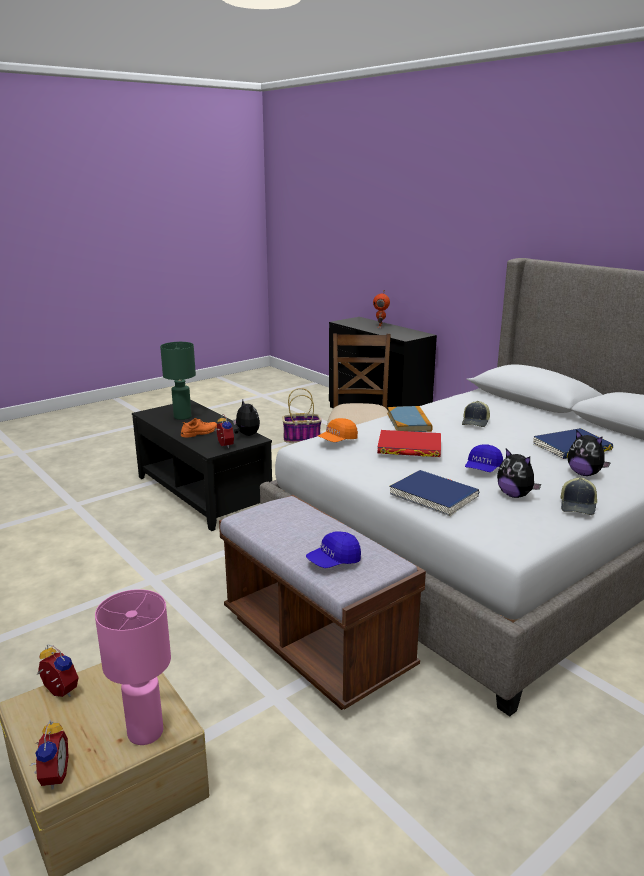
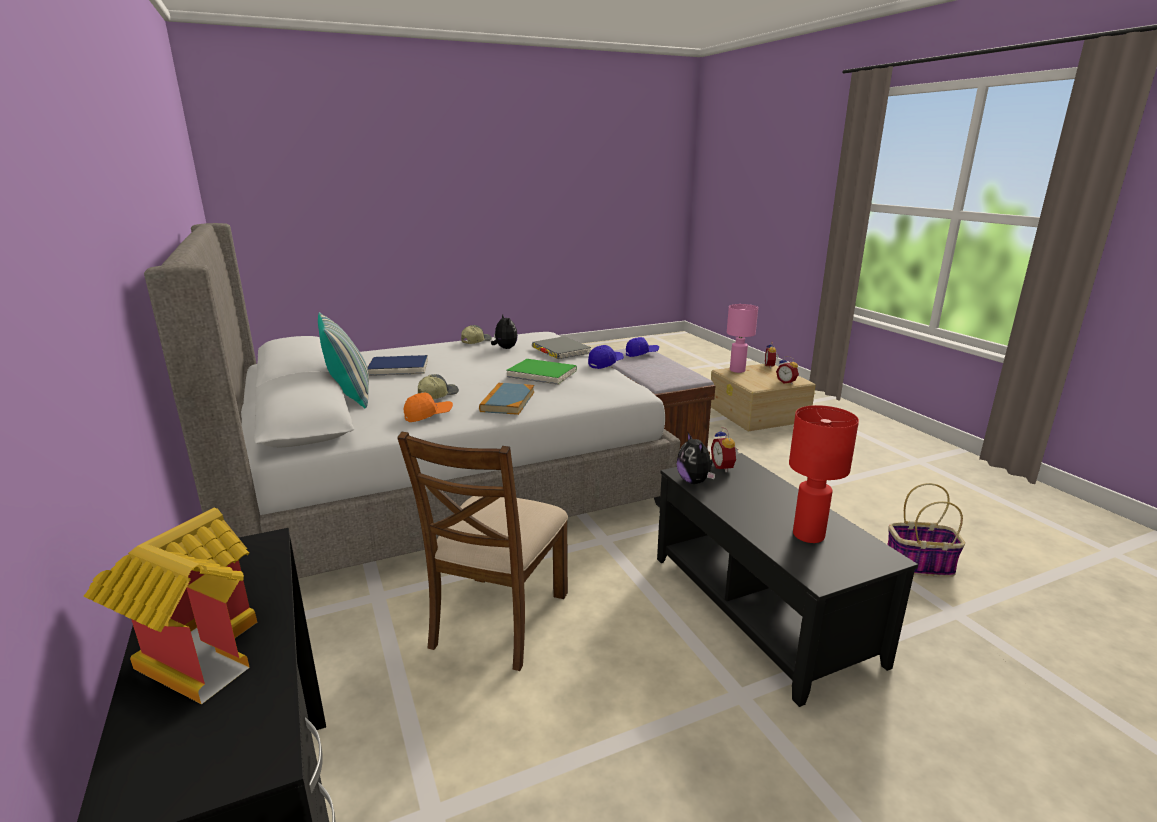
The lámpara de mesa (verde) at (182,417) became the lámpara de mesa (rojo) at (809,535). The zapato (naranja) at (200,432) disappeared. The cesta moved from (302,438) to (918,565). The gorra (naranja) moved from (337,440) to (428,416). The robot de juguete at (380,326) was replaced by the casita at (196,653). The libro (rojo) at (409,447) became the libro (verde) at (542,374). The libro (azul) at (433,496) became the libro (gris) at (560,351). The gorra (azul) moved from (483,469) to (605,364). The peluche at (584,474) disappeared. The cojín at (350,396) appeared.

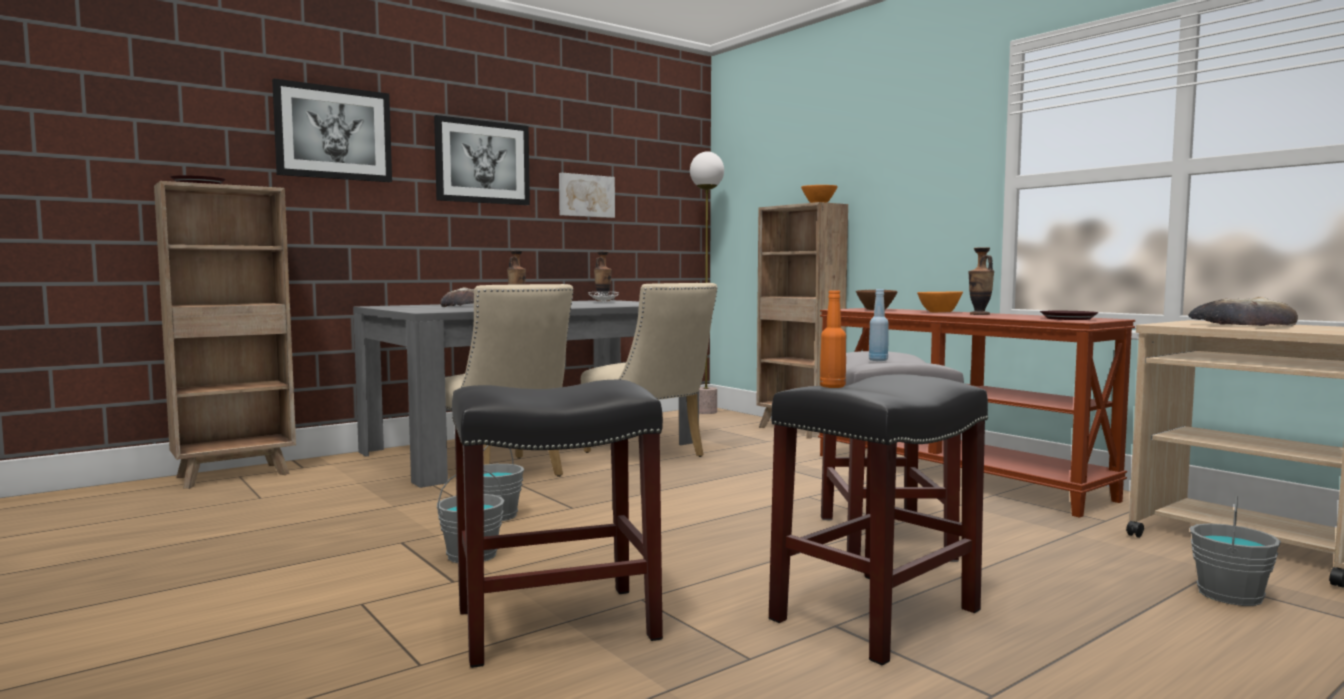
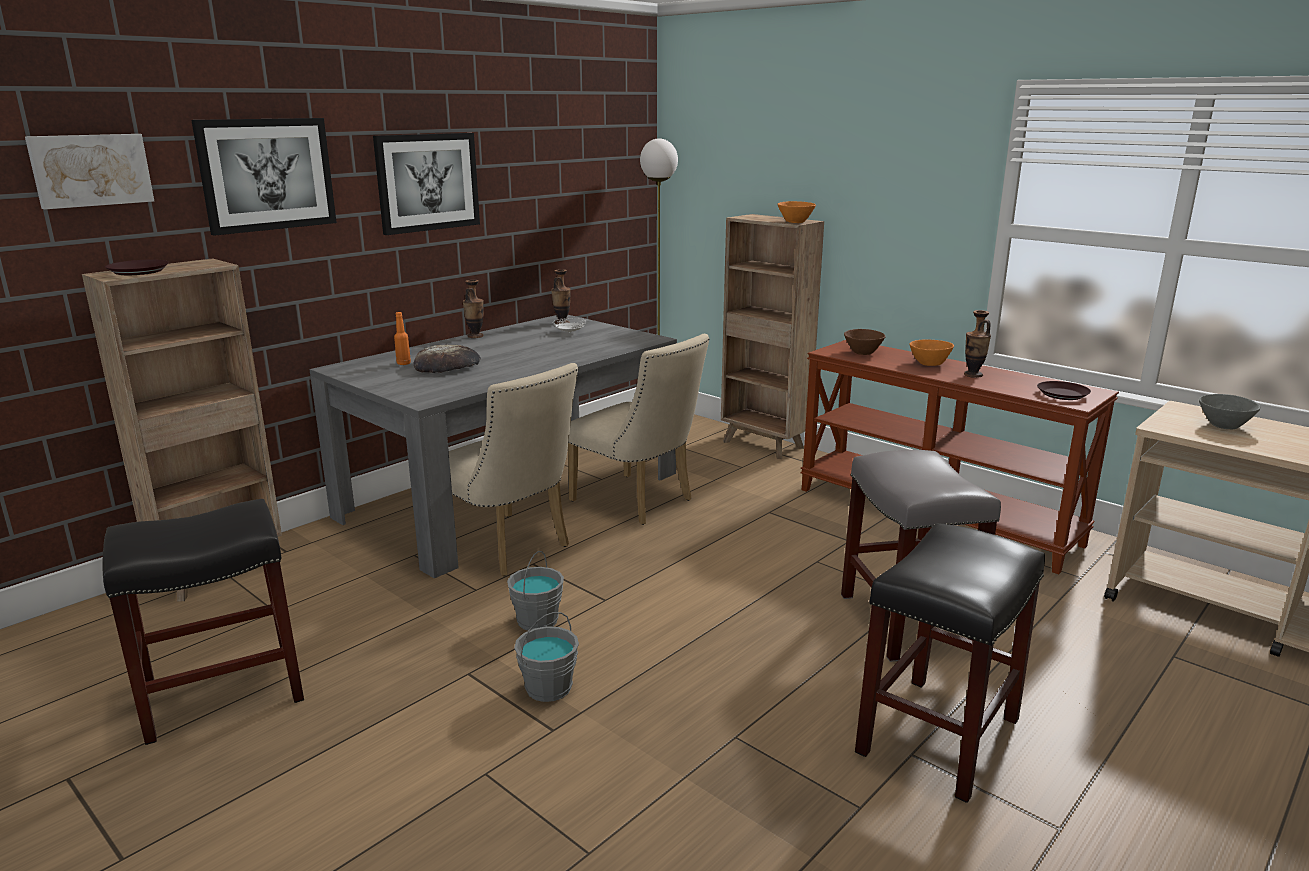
The taburete (negro) moved from (558,623) to (224,691). The cuadro moved from (585,196) to (91,170). The botella (naranja) moved from (832,386) to (404,363). The botella (azul) at (878,360) disappeared. The pan at (1241,325) was replaced by the cuenco (gris) at (1222,425). The cubo (gris) at (1230,595) disappeared.

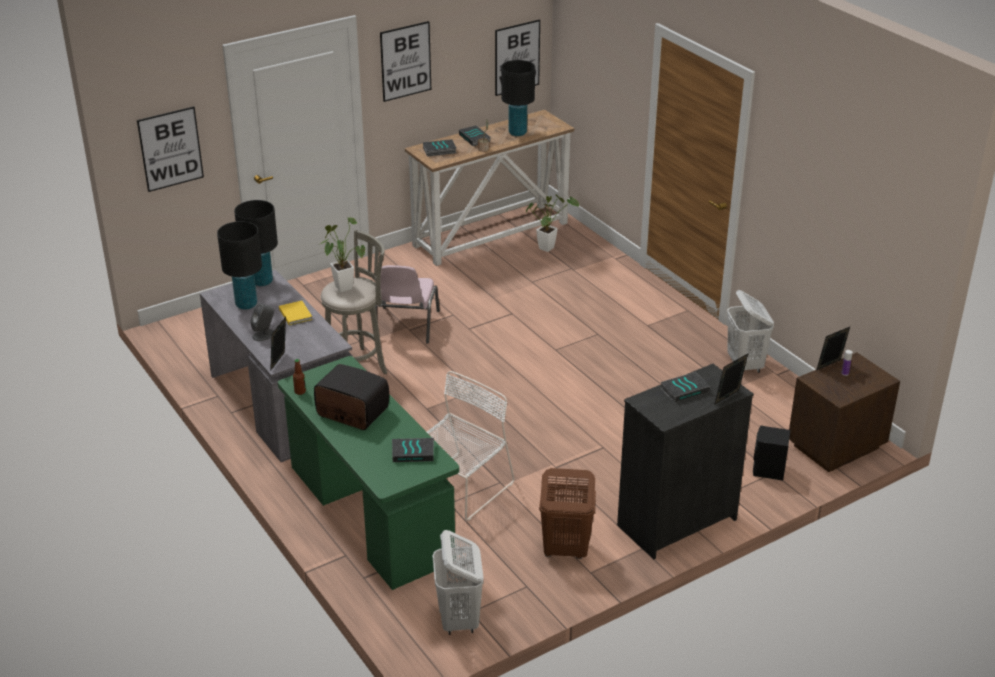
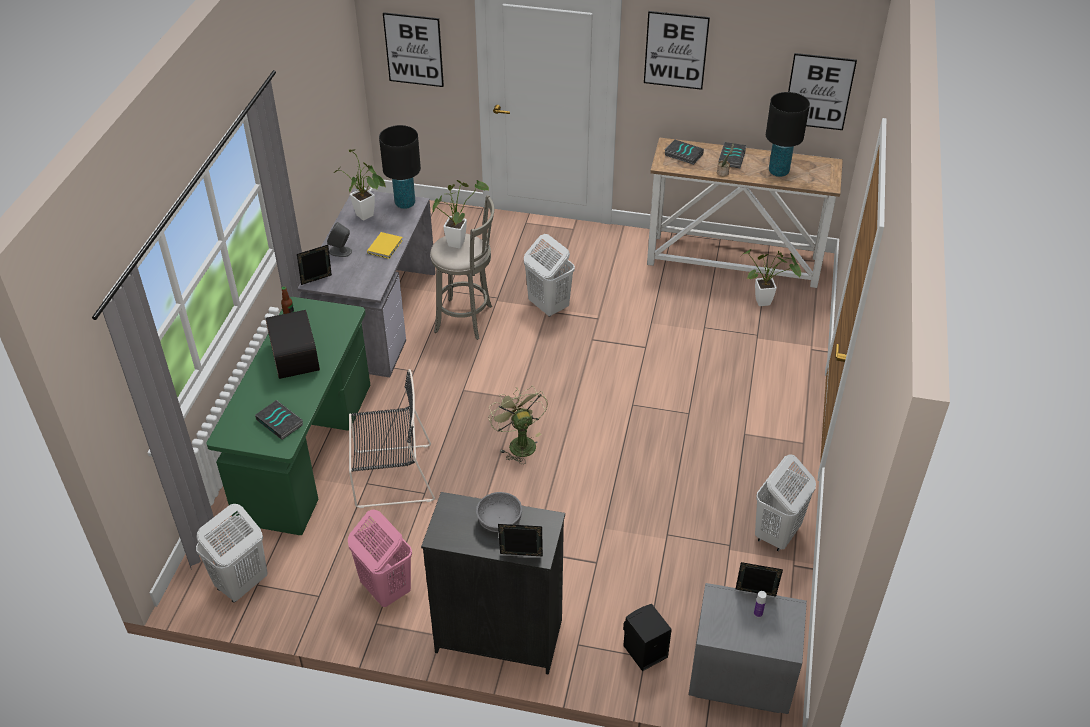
The lámpara de mesa (negro) at (246,304) was replaced by the planta en maceta at (367,217). The silla (rosa) at (405,326) was replaced by the cesto de la ropa (blanco) at (548,306). The silla (blanco) at (459,488) became the silla (negro) at (390,476). The cesto de la ropa (marrón) at (565,550) became the cesto de la ropa (rosa) at (385,589). The libro at (684,389) was replaced by the cuenco (gris) at (500,520). The mesita de noche (marrón) at (834,447) became the mesita de noche (gris) at (738,677). The ventilador (verde) at (519,443) appeared.

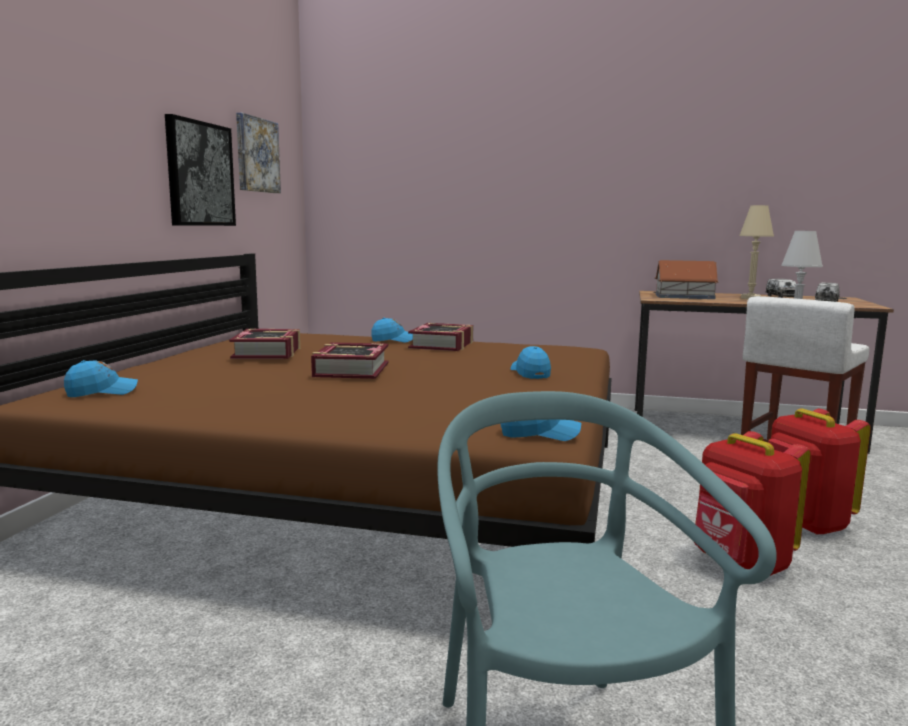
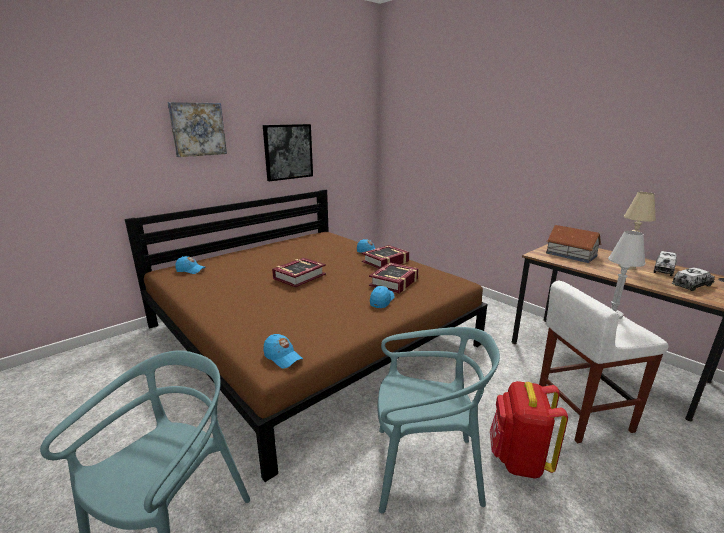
The libro moved from (268,352) to (394,282). The cuadro moved from (256,155) to (198,129). The mochila (rojo) at (740,564) was replaced by the silla (turquesa) at (425,468).

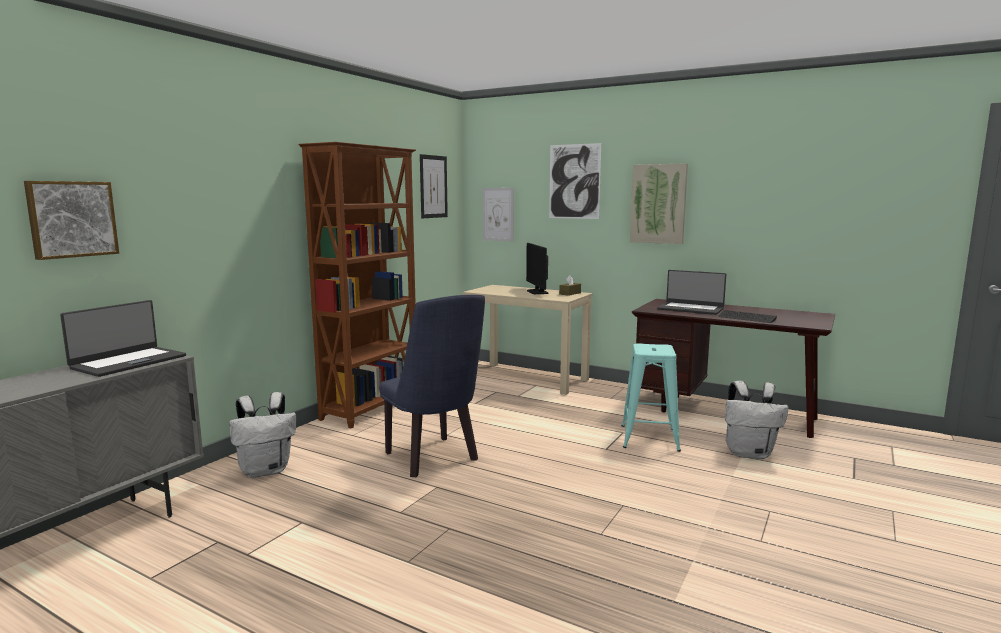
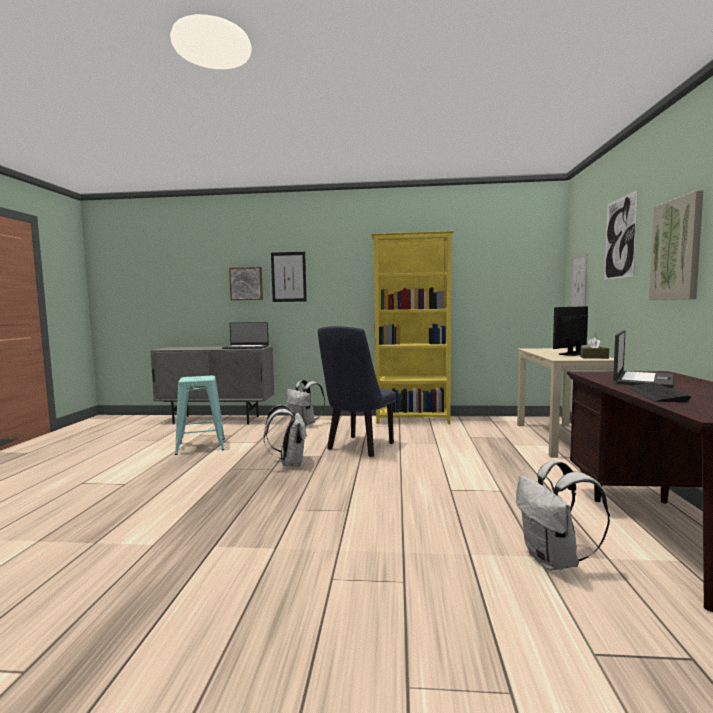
The estantería (marrón) at (372,408) became the estantería (amarillo) at (413,420). The cuadro moved from (433,186) to (288,277). The taburete (turquesa) moved from (649,438) to (201,446). The portátil at (690,309) turned 150 degrees counterclockwise. The mochila (blanco) at (289,463) appeared.

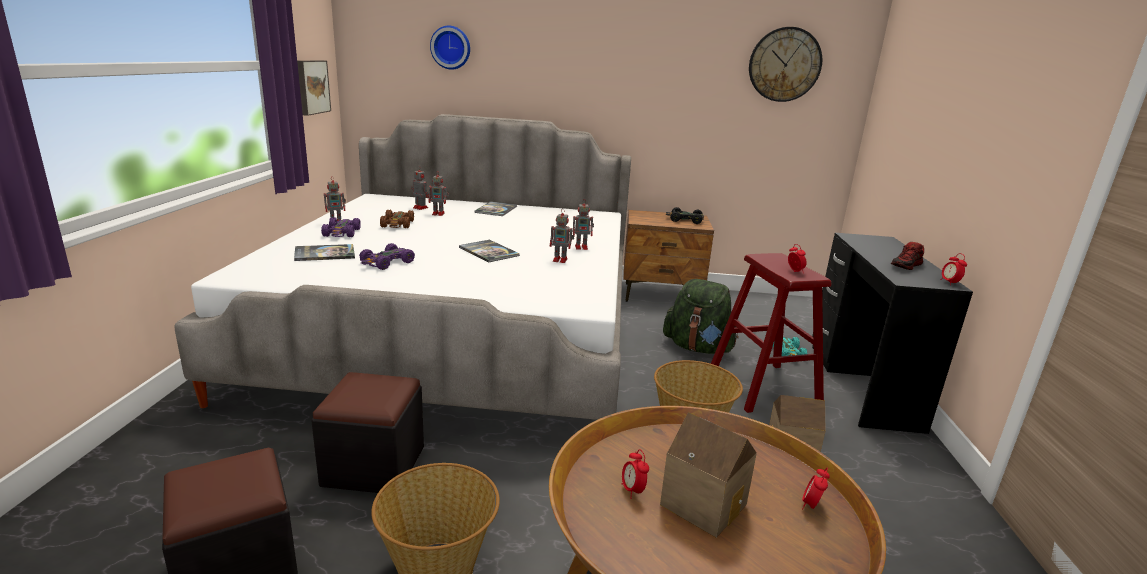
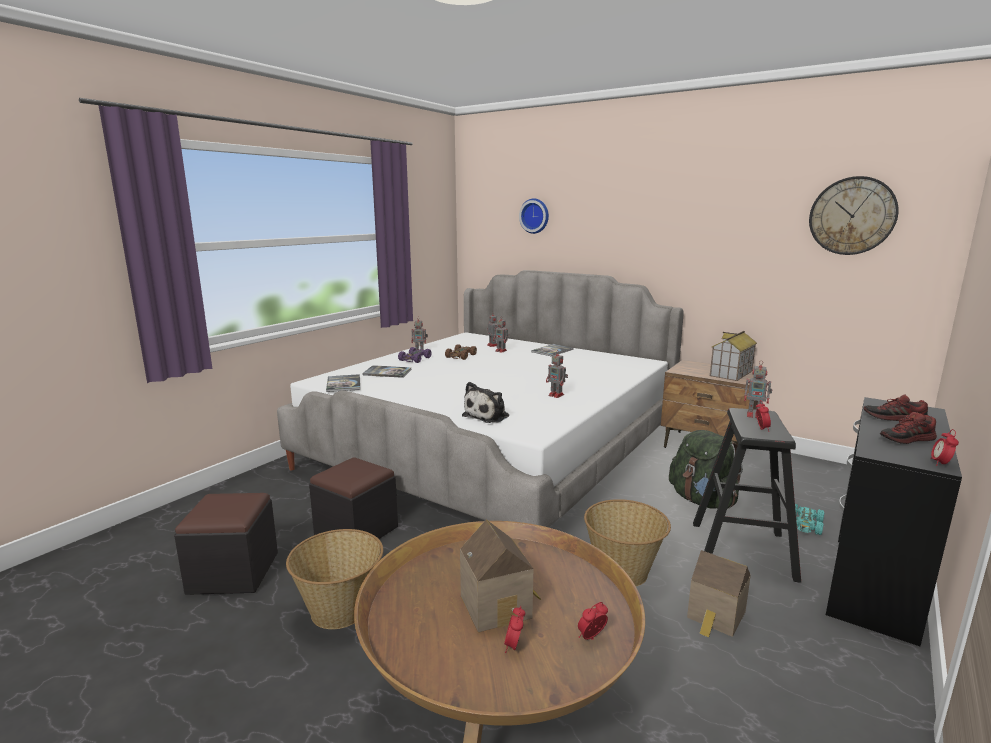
The cuadro at (311,87) disappeared. The coche de juguete (morado) at (387,263) disappeared. The libro moved from (489,252) to (343,384). The robot de juguete moved from (582,247) to (755,415). The despertador moved from (632,490) to (514,646). The coche de juguete (negro) at (685,220) was replaced by the casita at (731,373). The taburete (rojo) at (763,387) became the taburete (negro) at (742,550). The peluche at (488,415) appeared. The zapato at (894,418) appeared.

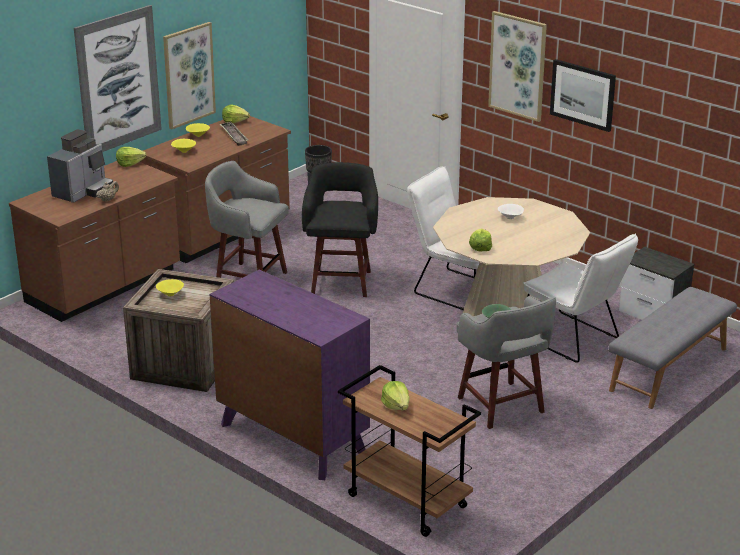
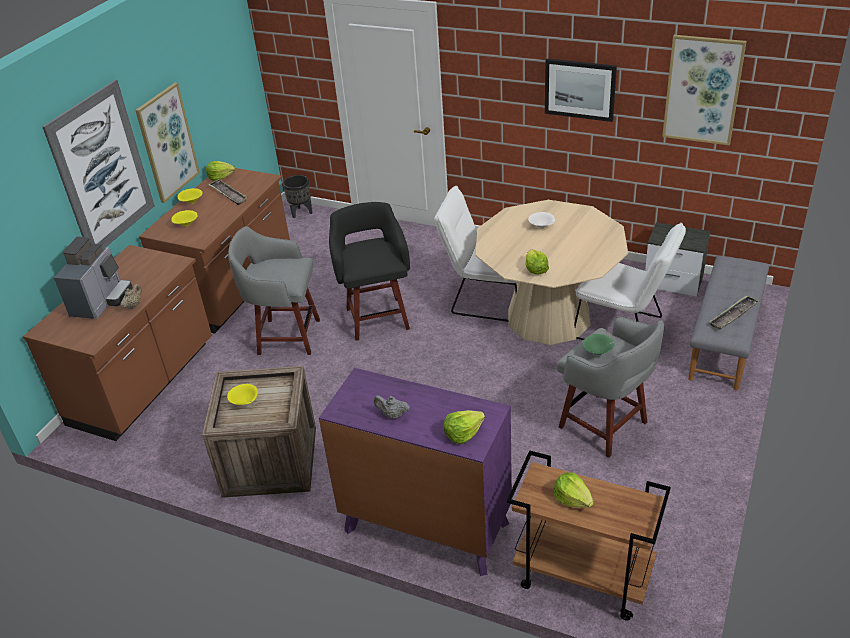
The lechuga moved from (130,163) to (463,433). The cuadro moved from (518,66) to (702,90). The tetera (gris) at (392,415) appeared. The bandeja at (733,315) appeared.

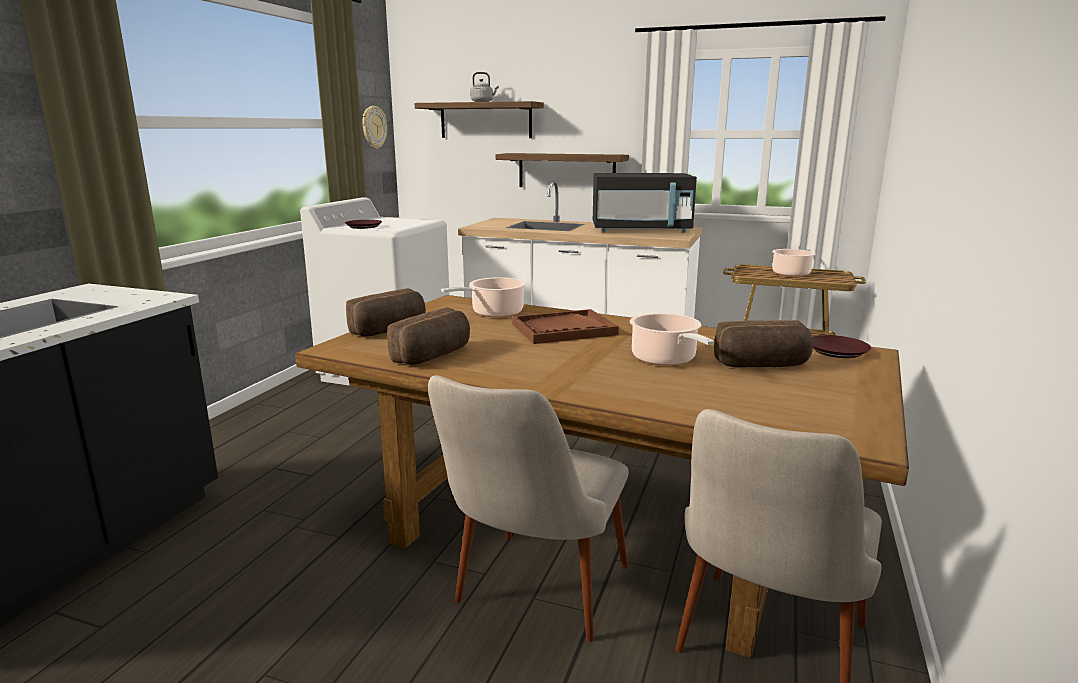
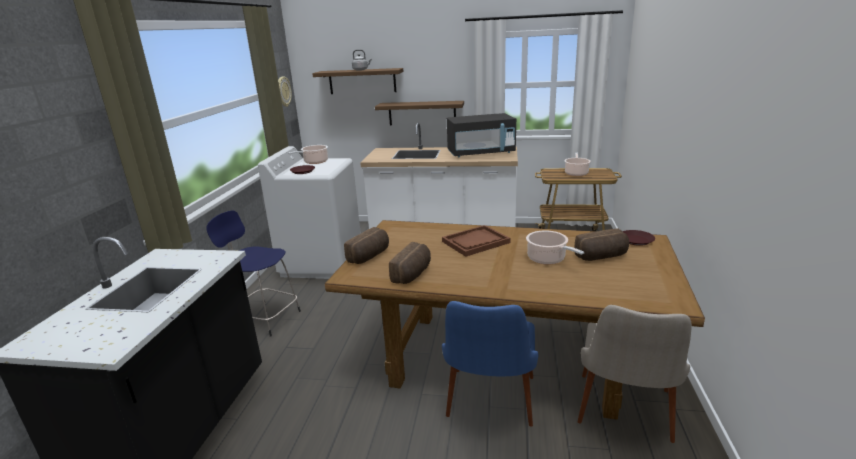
The silla (beis) at (532,601) became the silla (azul) at (489,408). The olla moved from (494,313) to (314,162). The taburete (azul) at (265,318) appeared.

